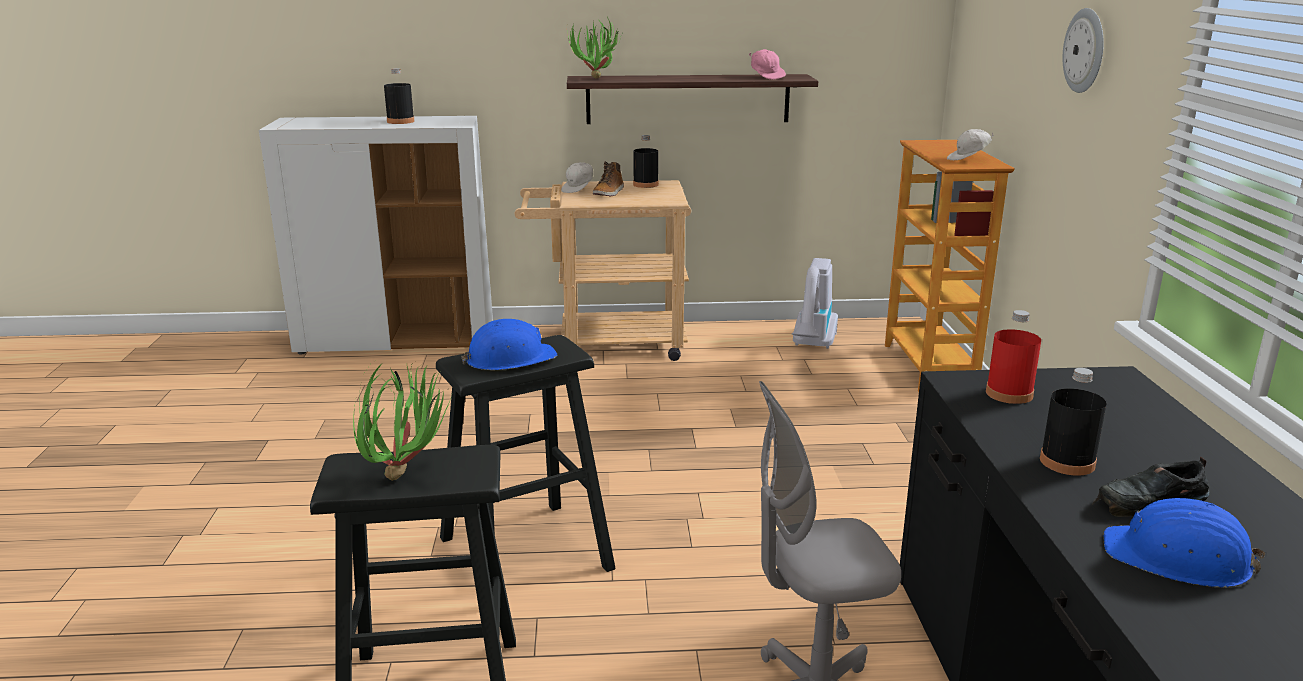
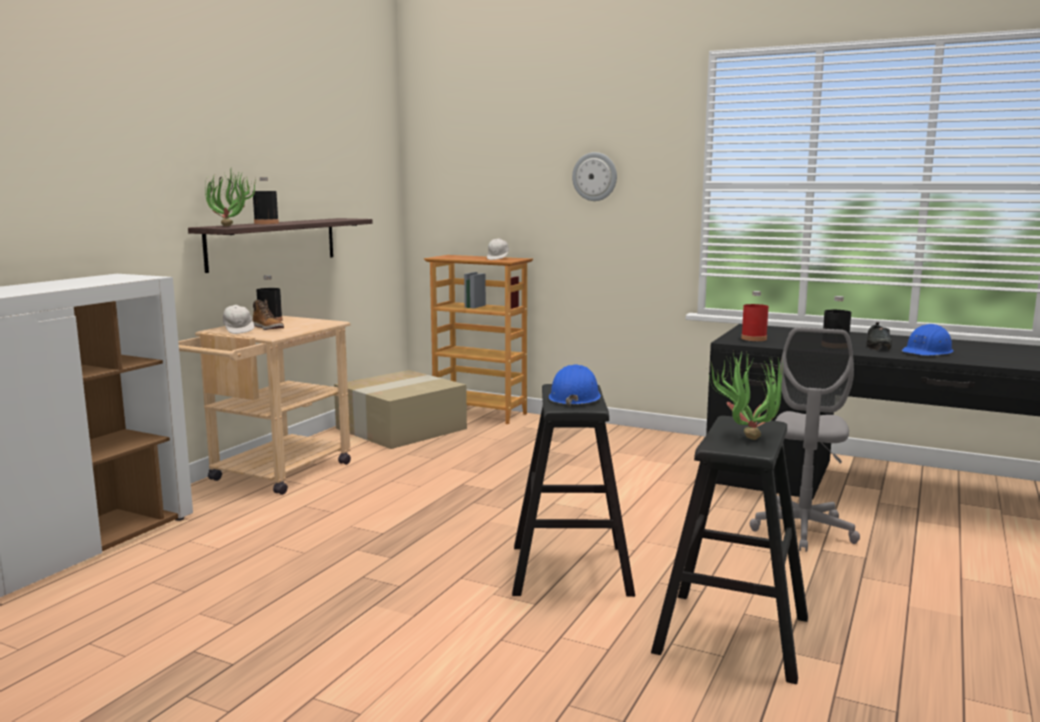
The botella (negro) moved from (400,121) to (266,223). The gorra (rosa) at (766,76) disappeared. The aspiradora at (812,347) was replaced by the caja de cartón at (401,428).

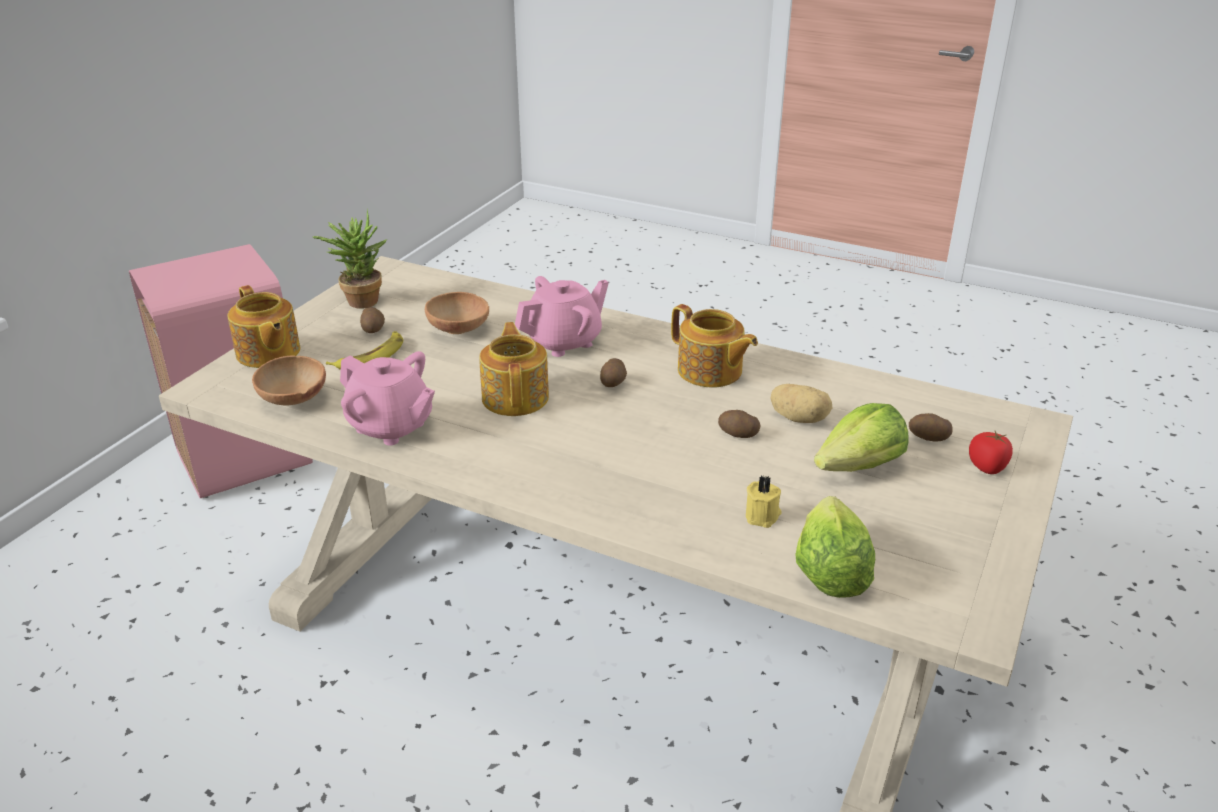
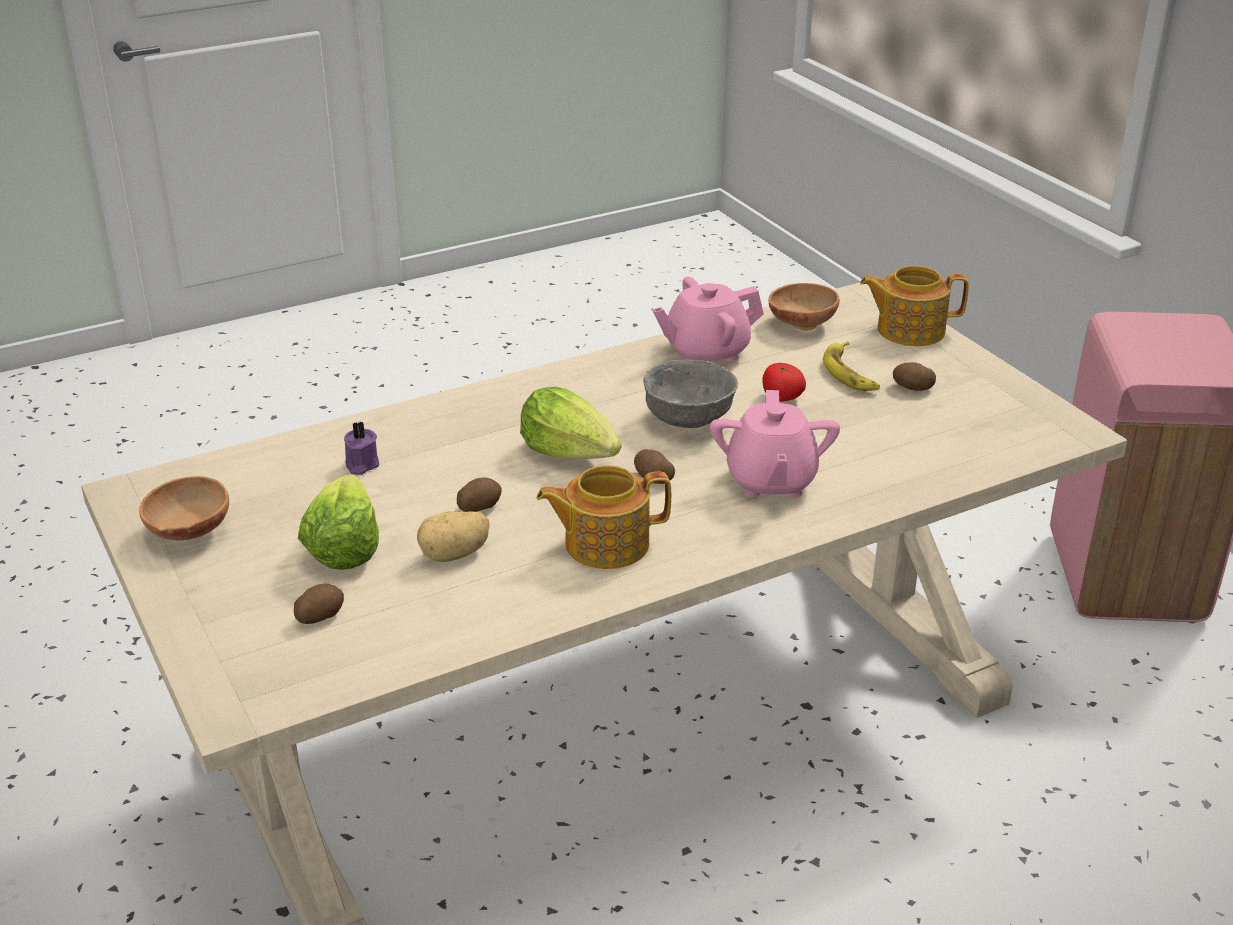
The planta en maceta at (359,299) disappeared. The cuenco (marrón) moved from (459,331) to (188,532). The tetera at (516,397) was replaced by the cuenco (gris) at (687,420). The vela (amarillo) at (763,516) became the vela (morado) at (361,465). The lechuga moved from (829,570) to (570,452). The tomate moved from (987,467) to (781,398).

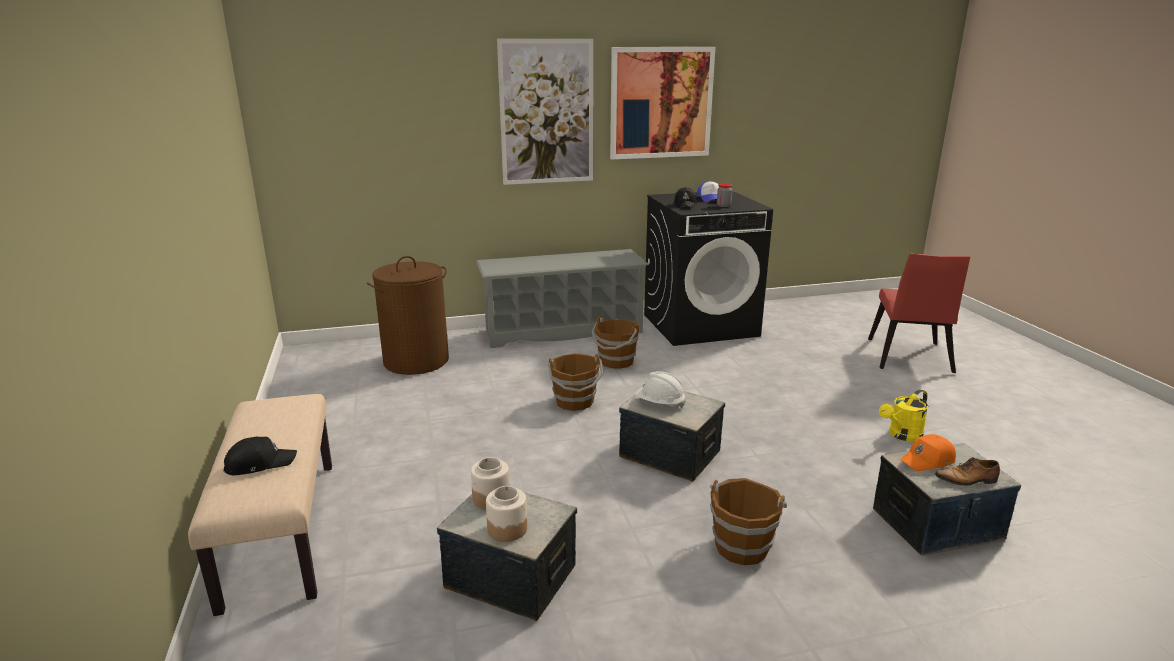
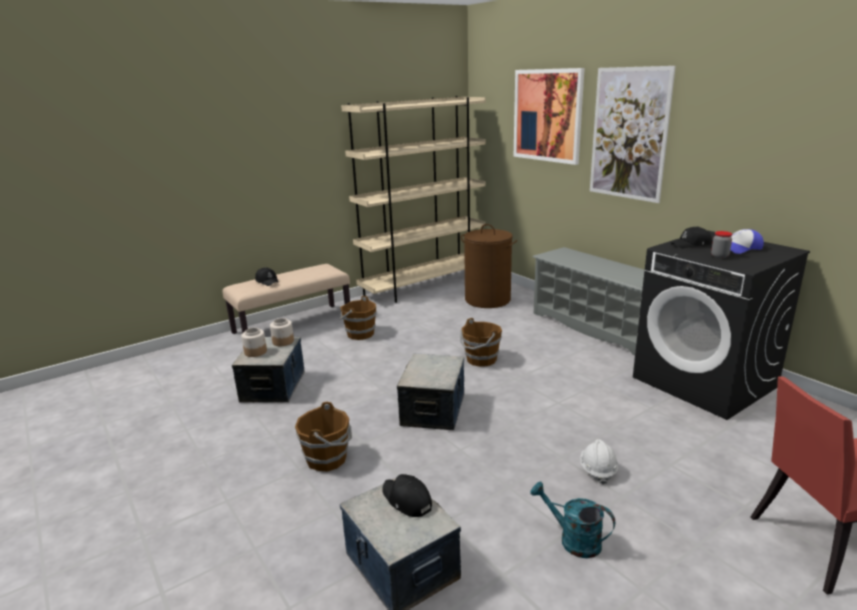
The cubo (marrón) moved from (616,362) to (359,334). The cuadro moved from (661,103) to (547,115). The casco (blanco) moved from (659,404) to (597,470). The regadera (amarillo) at (902,435) became the regadera (turquesa) at (573,540). The gorra (naranja) at (928,461) became the gorra (negro) at (406,500). The zapato at (967,480) disappeared. The estantería (beis) at (424,286) appeared.

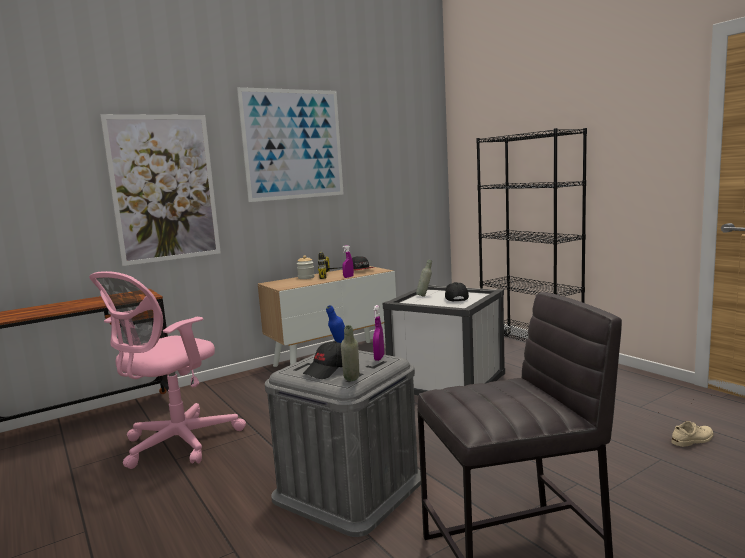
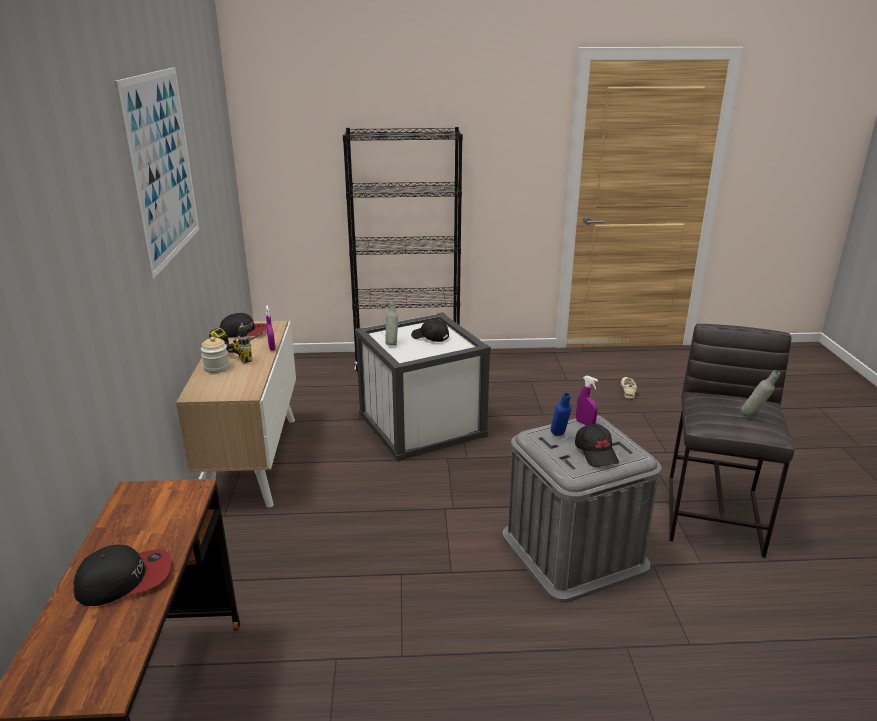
The silla de oficina (rosa) at (176,444) disappeared. The cuadro at (164,188) disappeared. The botella (gris) moved from (352,382) to (754,417). The gorra at (125,580) appeared.

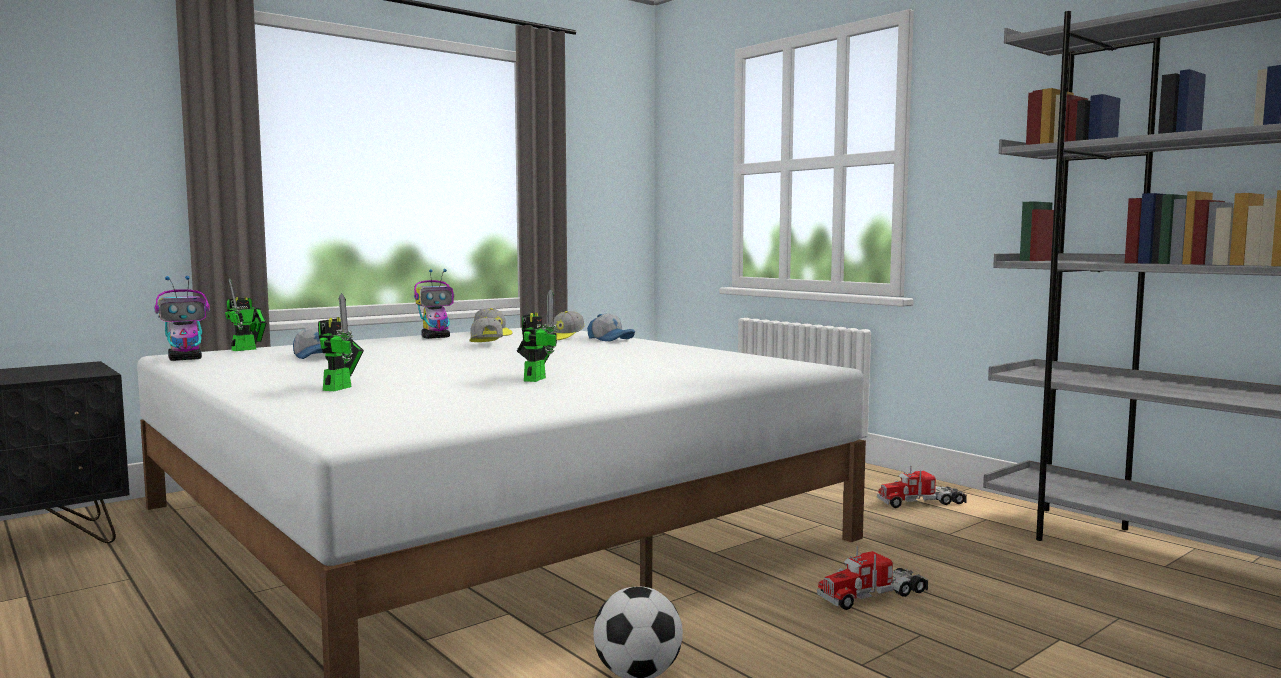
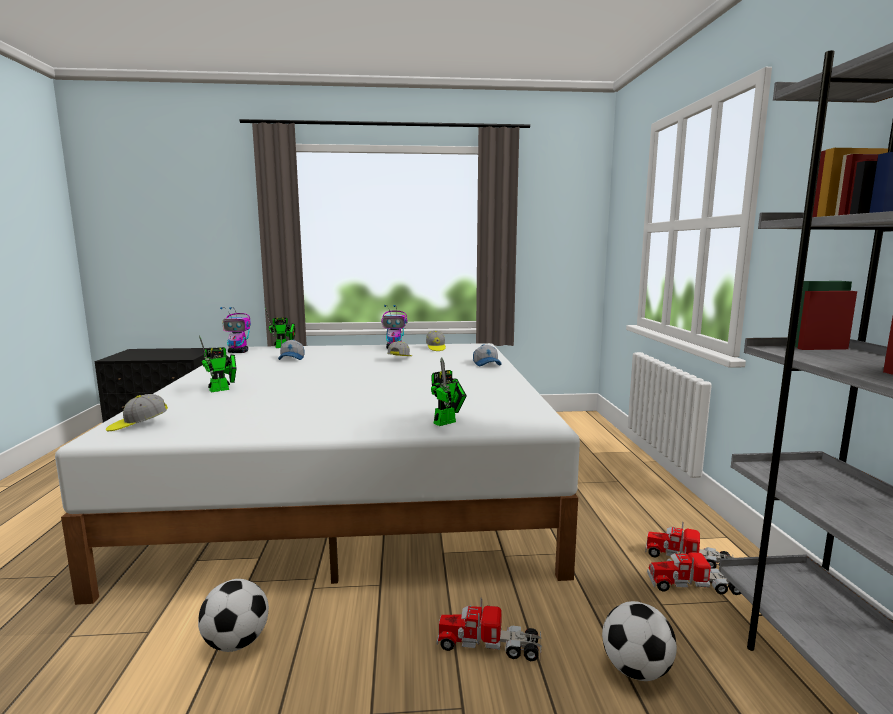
The robot de juguete moved from (536,378) to (447,422). The gorra moved from (564,338) to (138,425). The balón de fútbol at (636,670) appeared. The camión de juguete at (694,585) appeared.

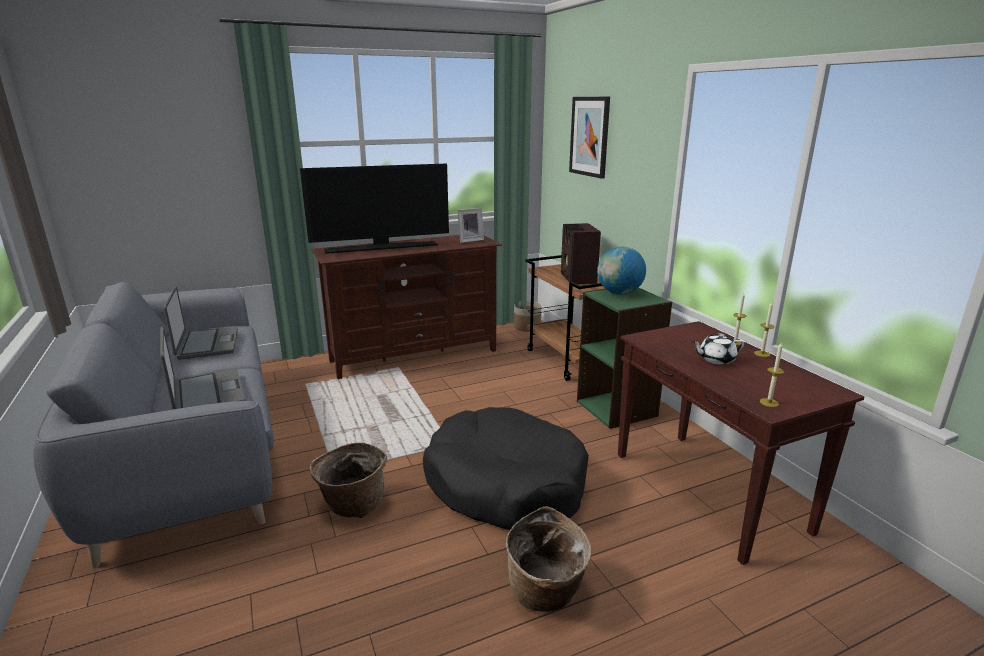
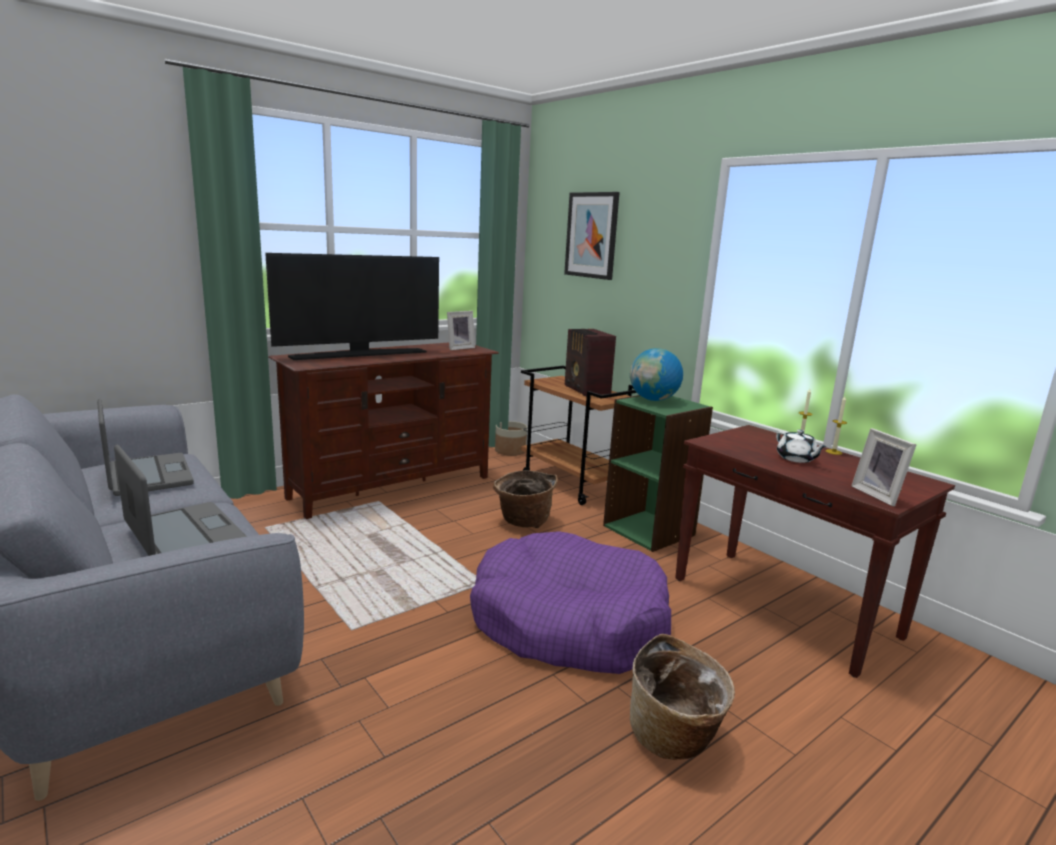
The cesta moved from (352,505) to (523,522). The cama para perro (negro) at (505,484) became the cama para perro (morado) at (568,622). The tetera (blanco) at (715,359) turned 90 degrees counterclockwise. The vela at (769,402) was replaced by the portarretratos at (879,495).

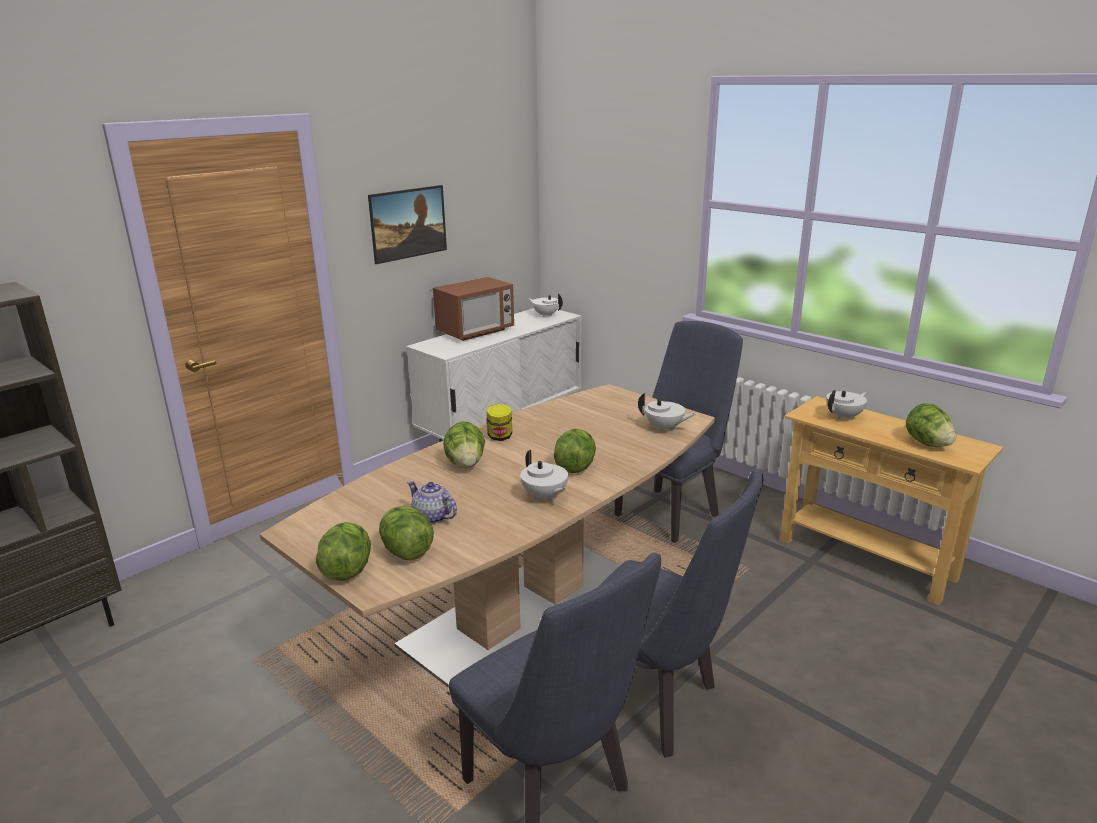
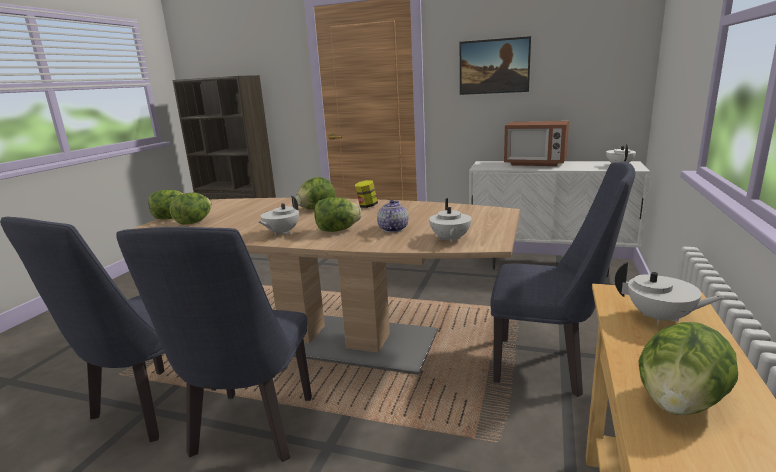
The tetera moved from (433,517) to (392,229).

